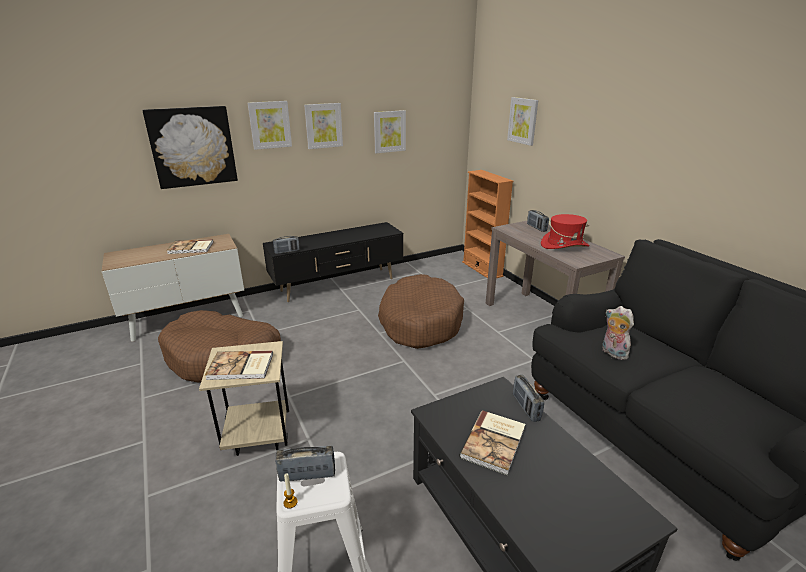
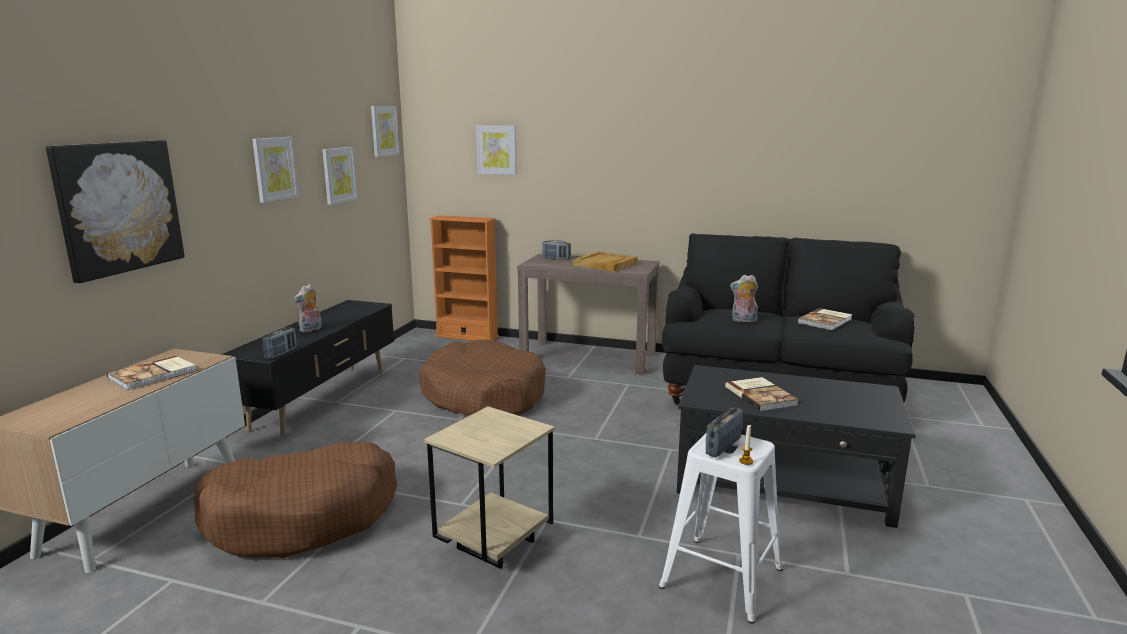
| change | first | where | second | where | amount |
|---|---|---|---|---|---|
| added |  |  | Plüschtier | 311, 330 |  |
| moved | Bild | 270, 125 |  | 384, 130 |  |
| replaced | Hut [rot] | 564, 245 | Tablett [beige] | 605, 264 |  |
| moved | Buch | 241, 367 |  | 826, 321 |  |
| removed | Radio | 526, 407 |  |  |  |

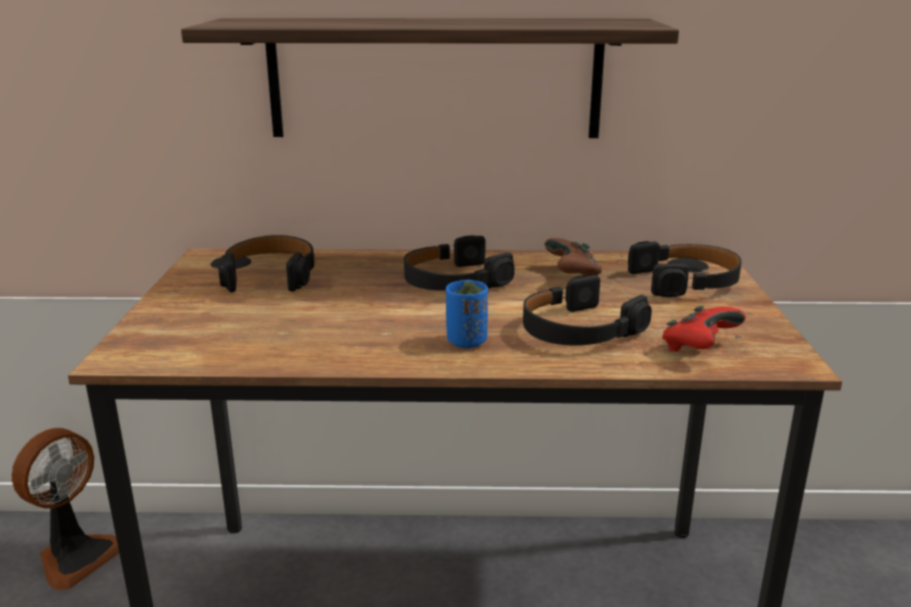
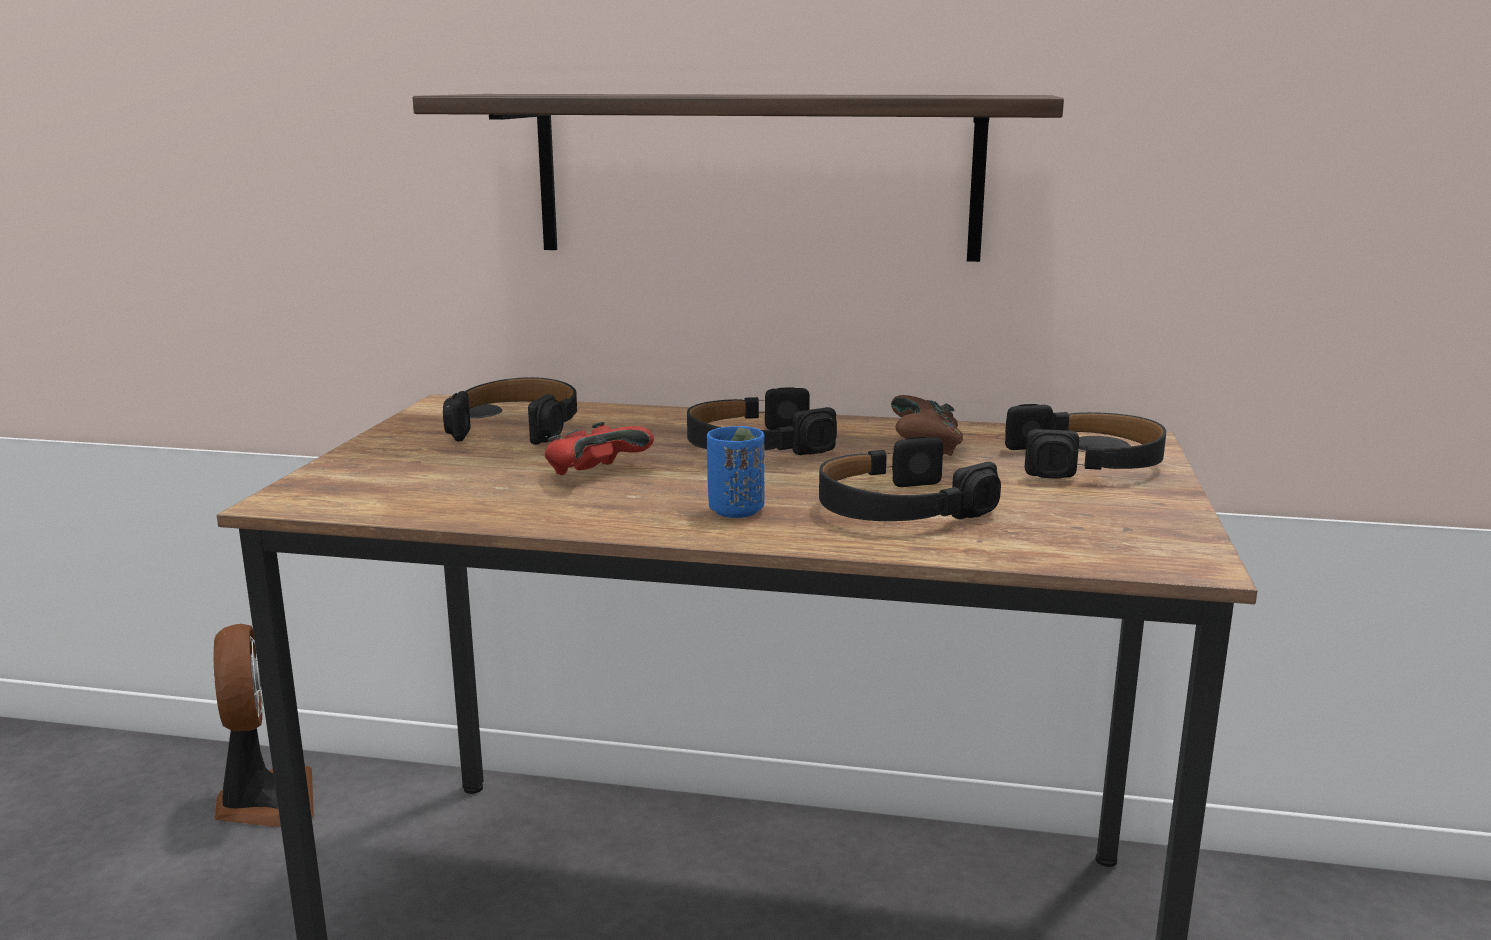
| change | first | where | second | where | amount |
|---|---|---|---|---|---|
| turned | Ventilator | 76, 557 |  | 264, 801 | 60 degrees counterclockwise |
| moved | Gamepad [rot] | 698, 348 |  | 595, 474 |  |

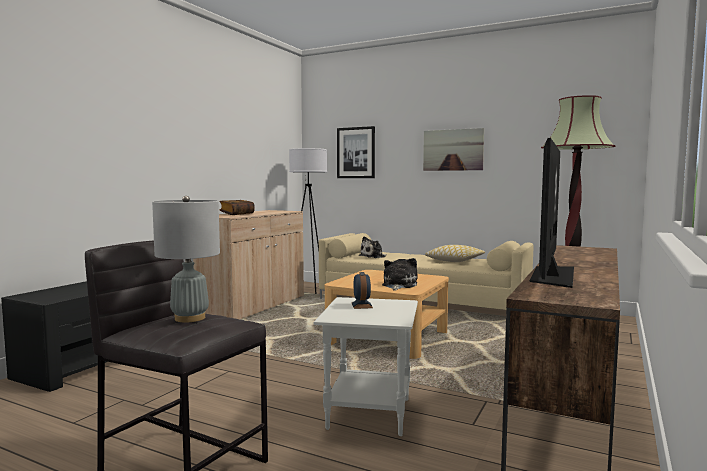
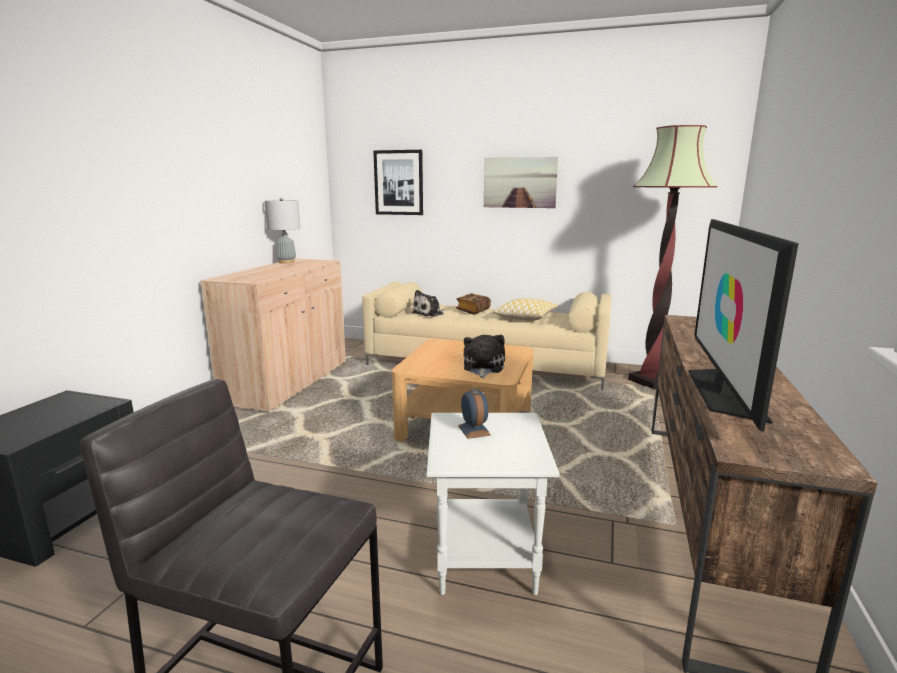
| change | first | where | second | where | amount |
|---|---|---|---|---|---|
| moved | Tischlampe [grau] | 190, 318 |  | 286, 262 |  |
| moved | Buch | 237, 214 |  | 473, 311 |  |
| removed | Stehlampe [weiß] | 309, 290 |  |  |  |

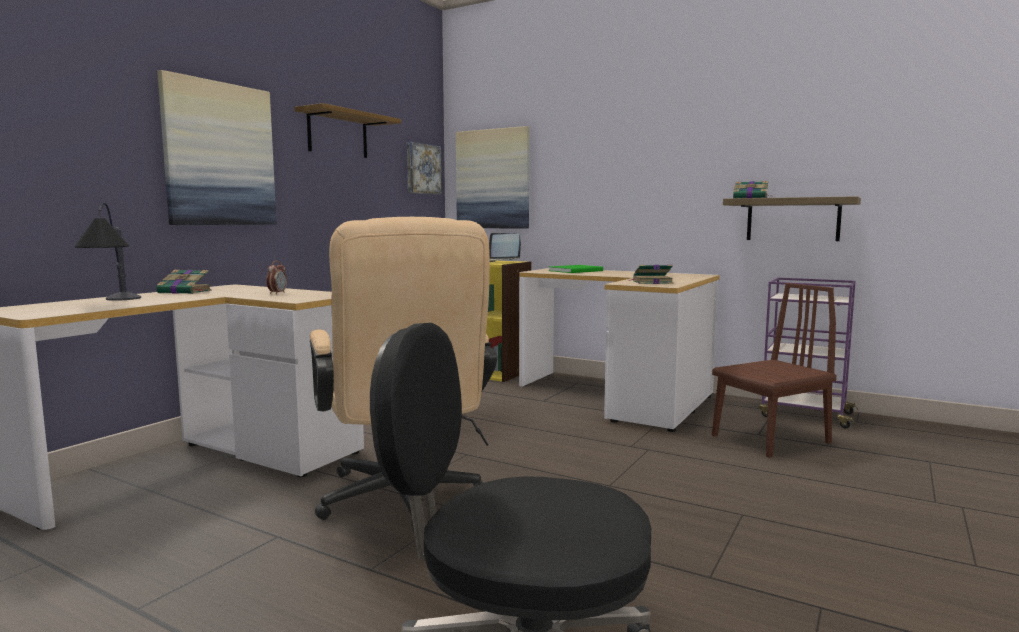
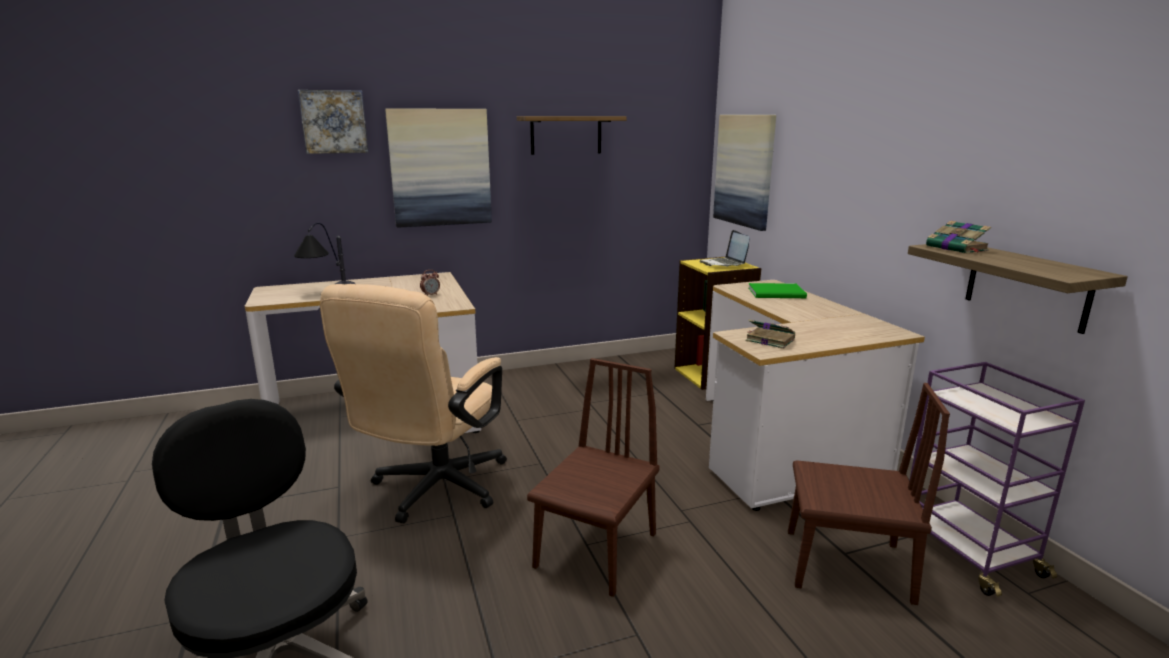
| change | first | where | second | where | amount |
|---|---|---|---|---|---|
| moved | Bild | 422, 169 |  | 334, 121 |  |
| added |  |  | Stuhl [braun] | 596, 550 |  |
| removed | Buch | 185, 292 |  |  |  |

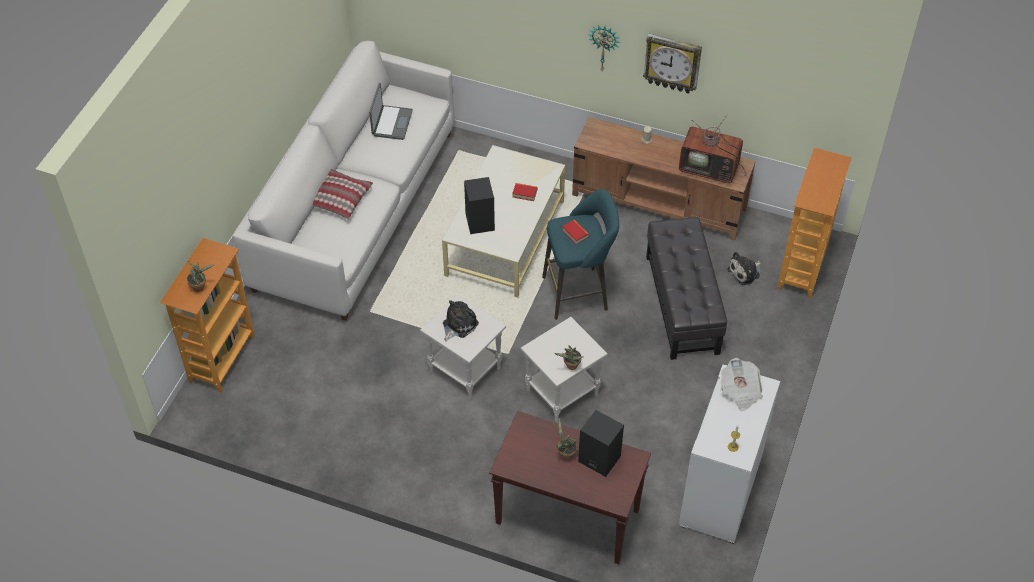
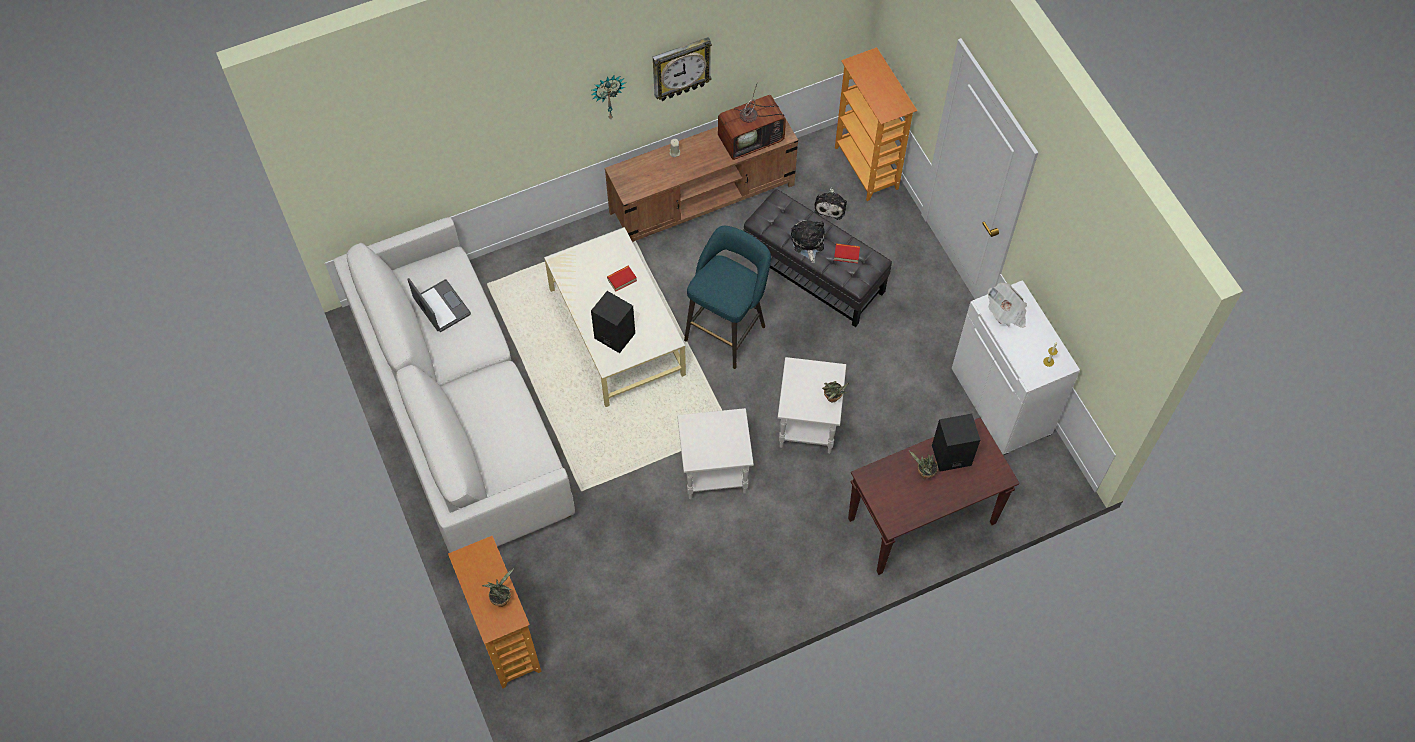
| change | first | where | second | where | amount |
|---|---|---|---|---|---|
| moved | Plüschtier | 458, 325 |  | 807, 243 |  |
| moved | Buch | 575, 233 |  | 846, 254 |  |
| removed | Kissen | 339, 199 |  |  |  |

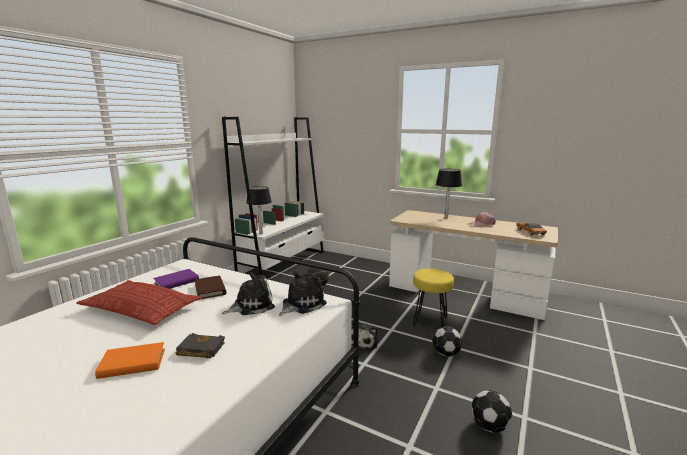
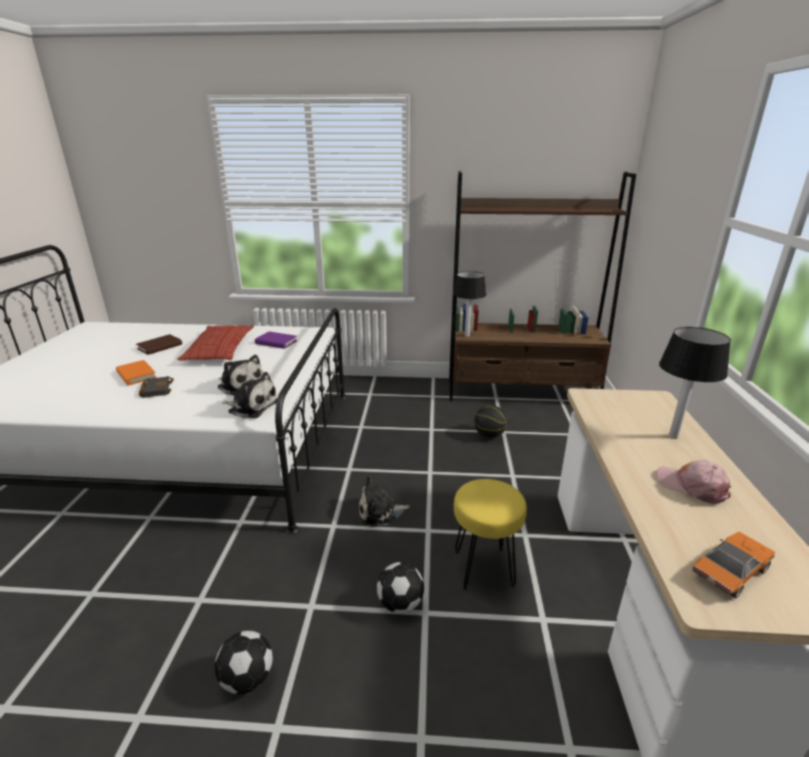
| change | first | where | second | where | amount |
|---|---|---|---|---|---|
| moved | Buch [braun] | 210, 289 |  | 160, 347 |  |
| recoloured | Bücherregal [weiß] | 283, 264 | Bücherregal [braun] | 521, 392 |  |

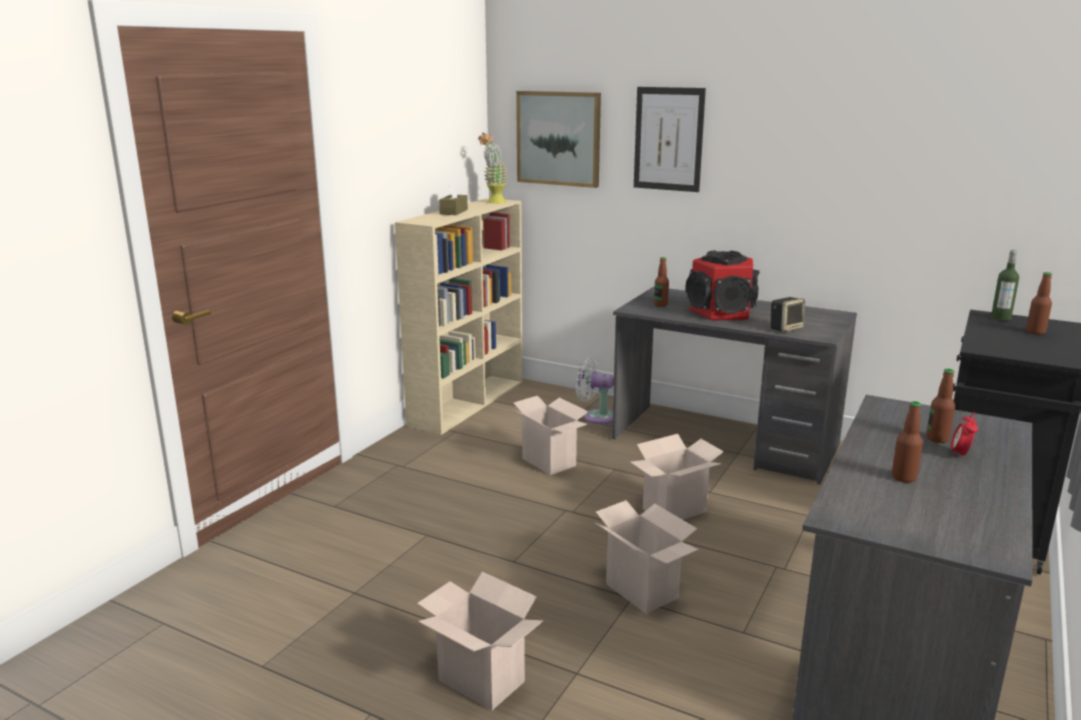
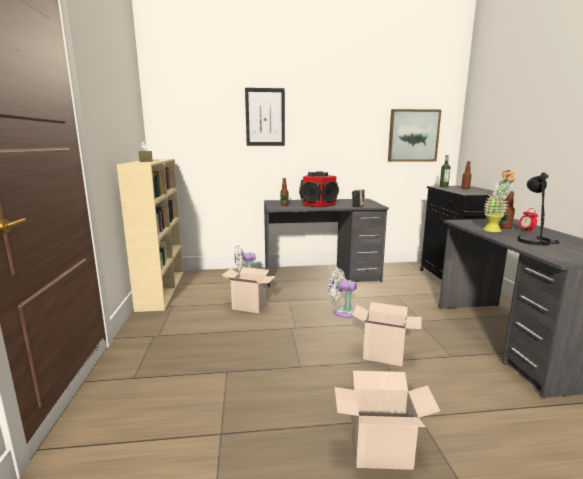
| change | first | where | second | where | amount |
|---|---|---|---|---|---|
| replaced | Karton | 673, 511 | Ventilator [weiß] | 342, 311 |  |
| moved | Bild | 559, 138 |  | 413, 135 |  |
| moved | Topfpflanze | 493, 203 |  | 494, 231 |  |
| replaced | Flasche | 903, 477 | Tischlampe [schwarz] | 535, 241 |  |

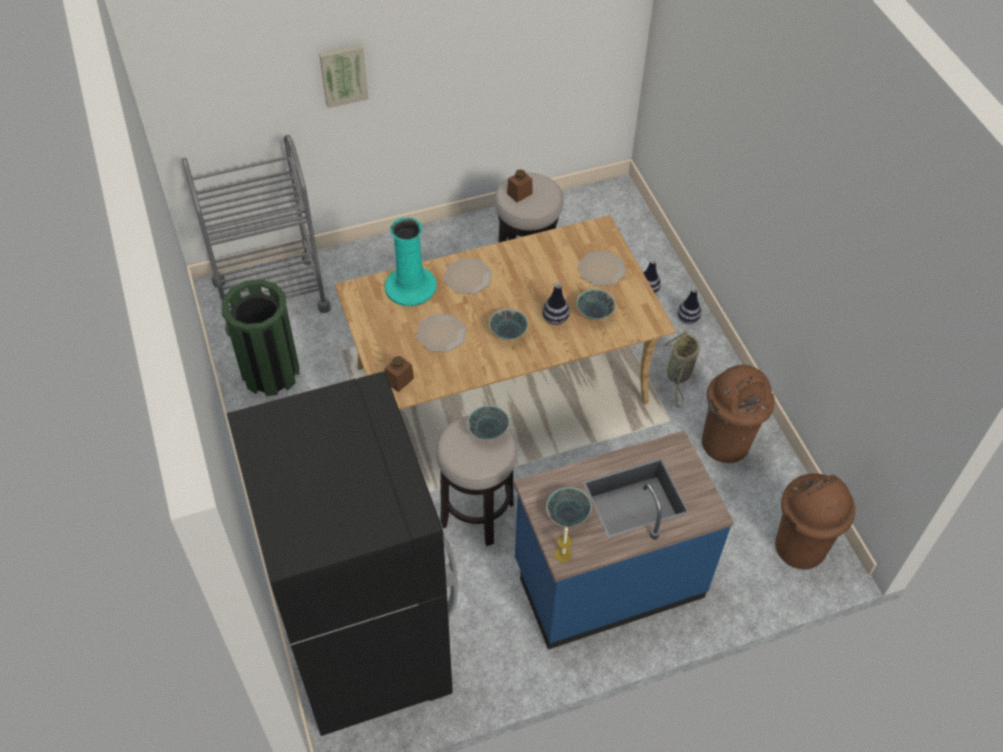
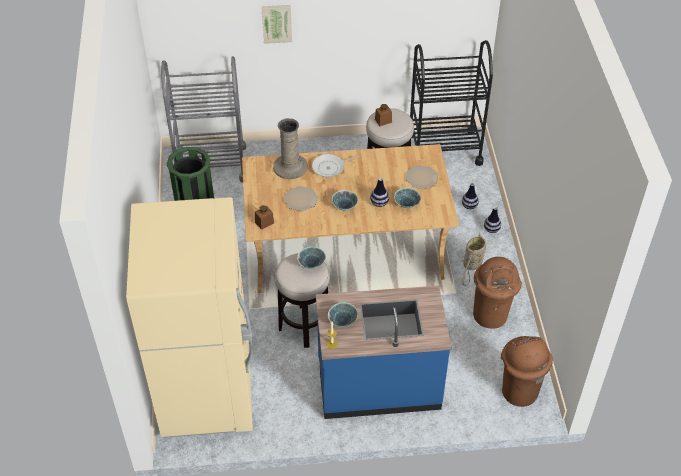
| change | first | where | second | where | amount |
|---|---|---|---|---|---|
| recoloured | Kühlschrank [schwarz] | 366, 644 | Kühlschrank [beige] | 207, 391 |  |
| recoloured | Vase [türkis] | 410, 286 | Vase [beige] | 290, 167 |  |
| replaced | Teller | 468, 277 | Pfanne | 330, 167 |  |
| added |  |  | Rollwagen [schwarz] | 444, 149 |  |

